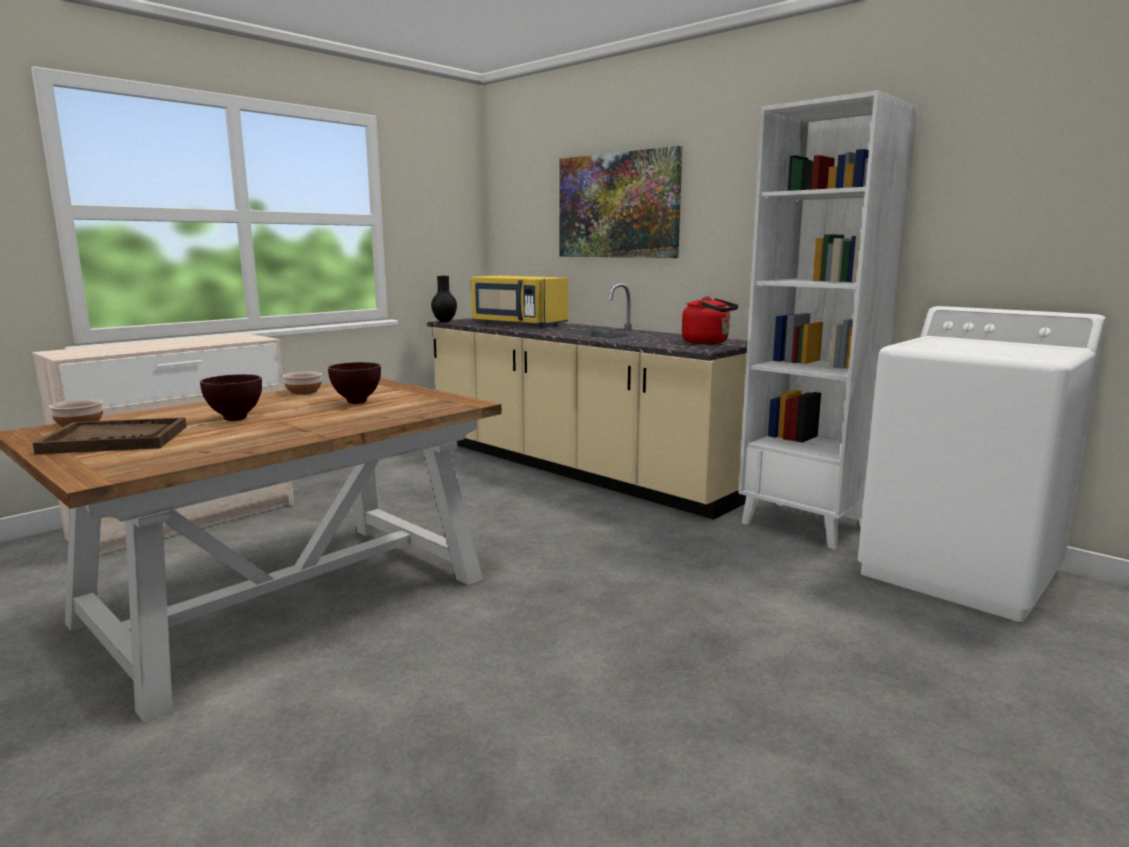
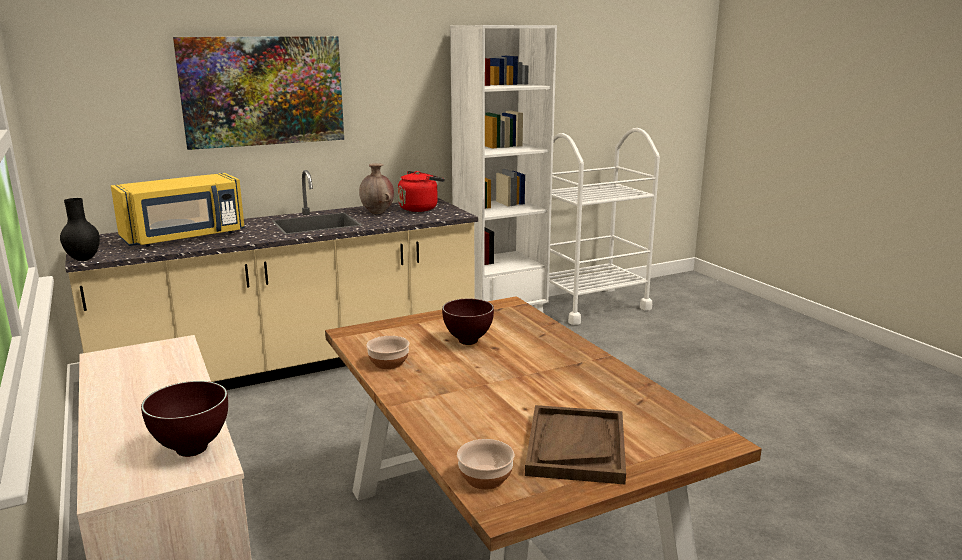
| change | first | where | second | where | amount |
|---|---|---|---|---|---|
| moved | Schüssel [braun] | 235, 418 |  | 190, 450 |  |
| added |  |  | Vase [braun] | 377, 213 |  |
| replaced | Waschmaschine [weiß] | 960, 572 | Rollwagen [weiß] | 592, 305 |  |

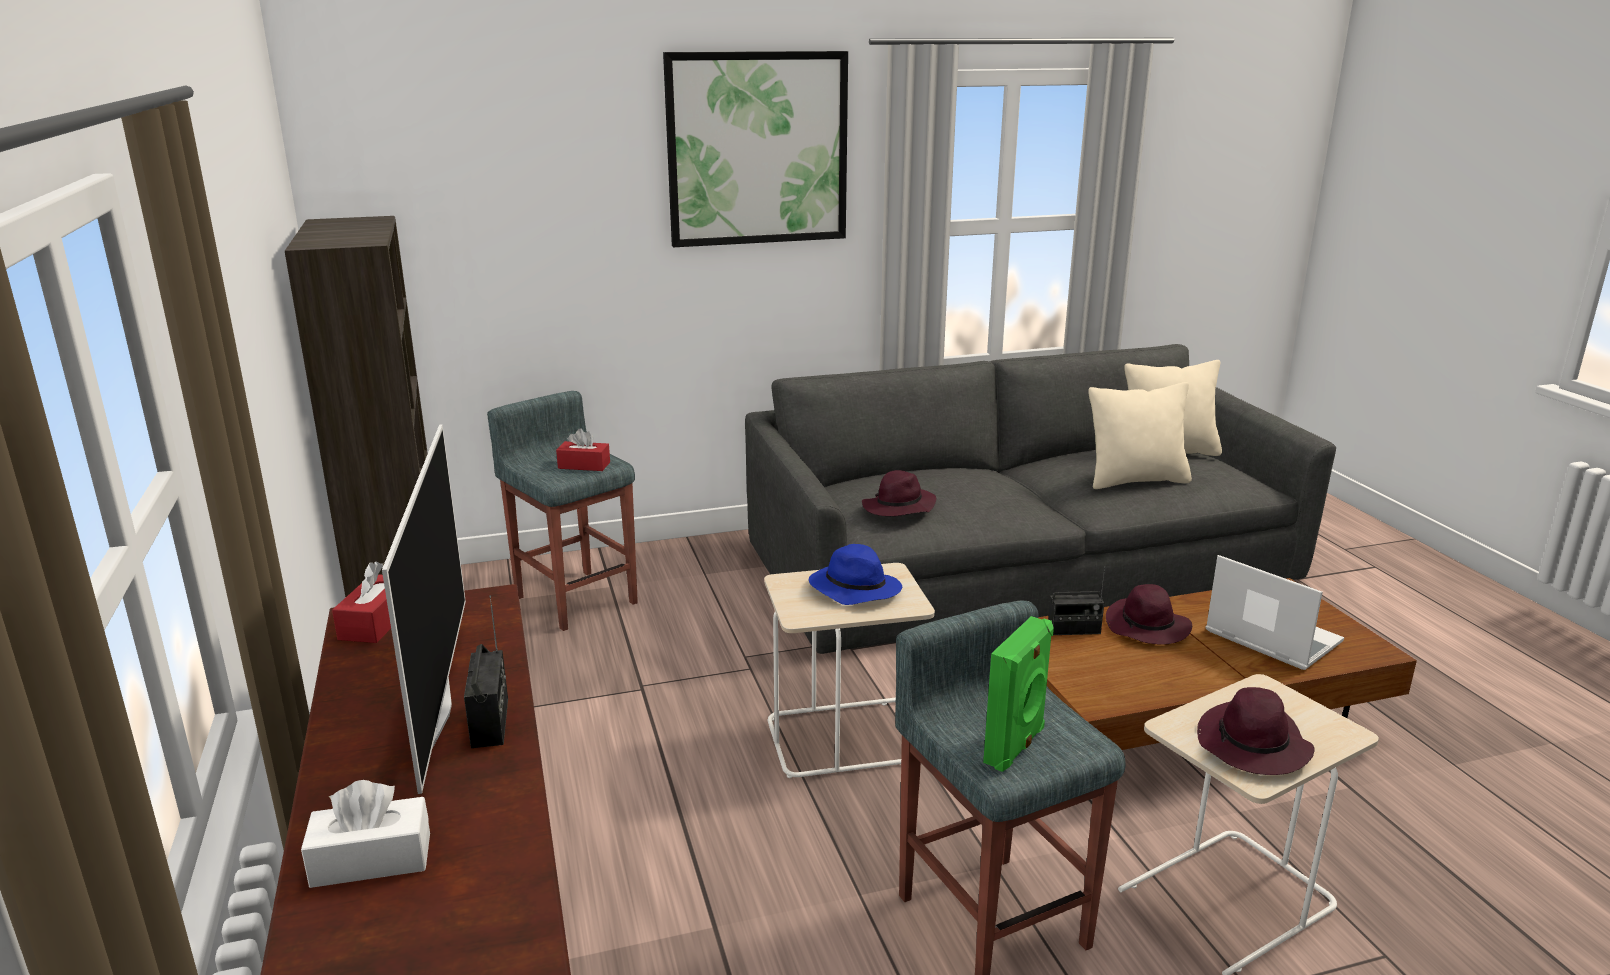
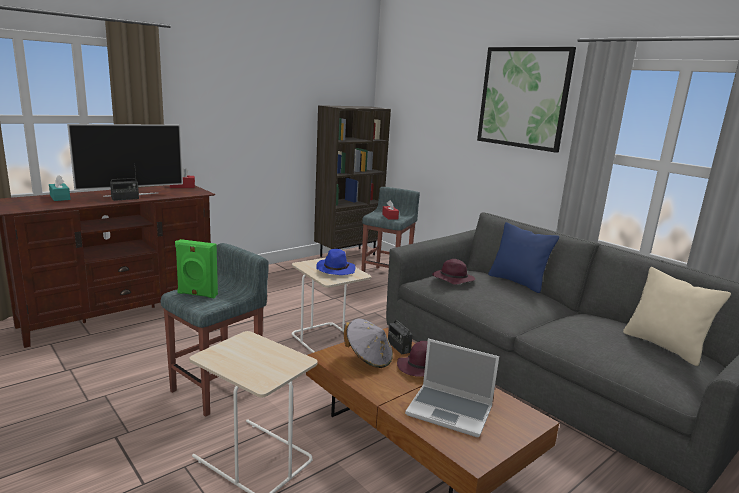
| change | first | where | second | where | amount |
|---|---|---|---|---|---|
| recoloured | Taschentuchbox [weiß] | 371, 860 | Taschentuchbox [türkis] | 60, 197 |  |
| added |  |  | Hut [grau] | 368, 358 |  |
| turned | Laptop | 1270, 637 |  | 450, 411 | 90 degrees clockwise |
| added |  |  | Kissen [blau] | 517, 282 |  |
| removed | Kissen [beige] | 1136, 480 |  |  |  |
| removed | Hut [lila] | 1253, 746 |  |  |  |

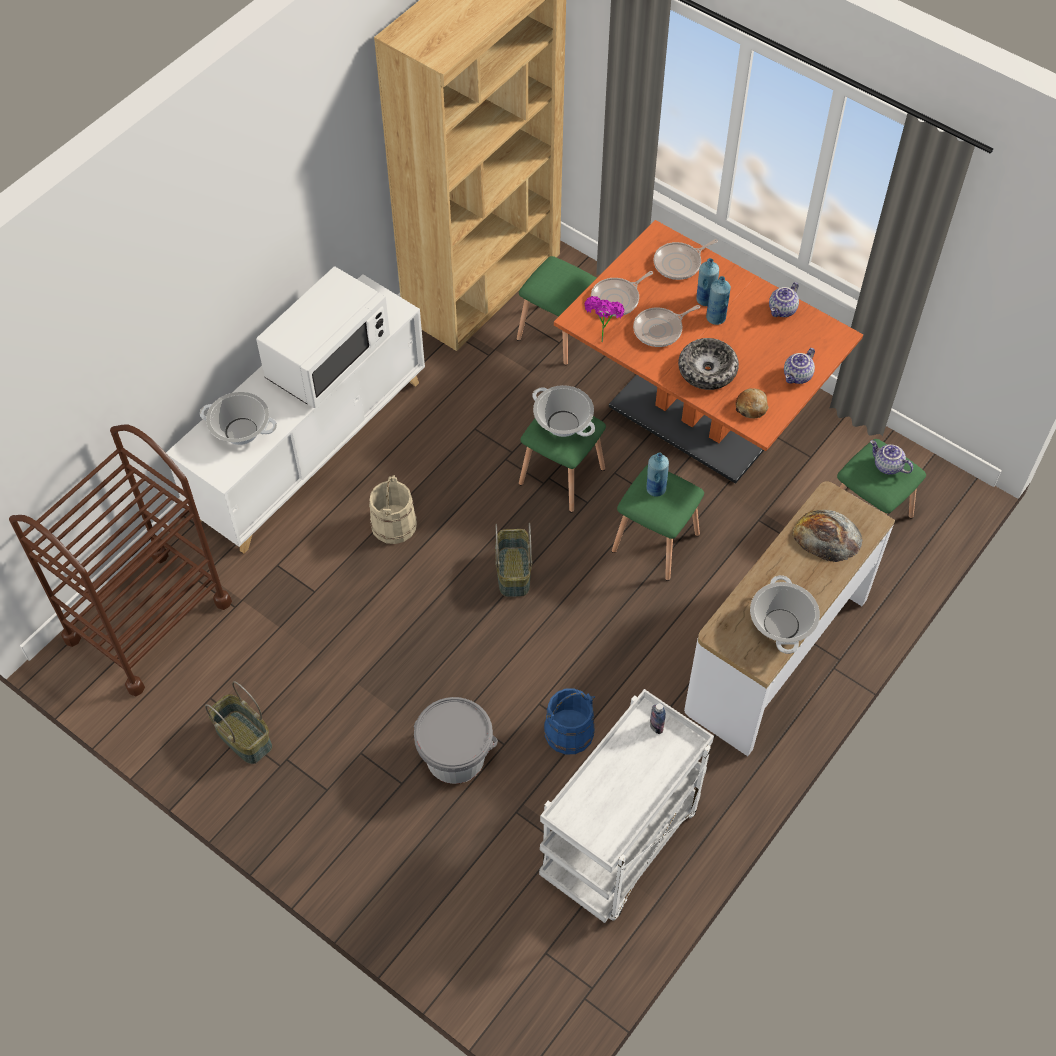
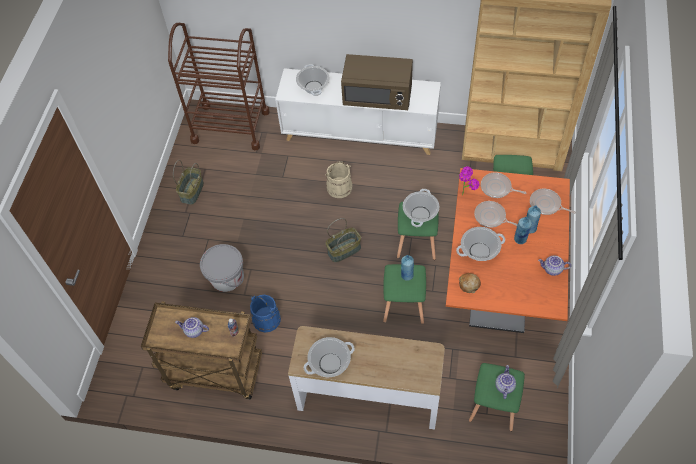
| change | first | where | second | where | amount |
|---|---|---|---|---|---|
| recoloured | Rollwagen [weiß] | 620, 847 | Rollwagen [braun] | 214, 373 |  |
| moved | Teekanne | 798, 376 |  | 194, 331 |  |
| recoloured | Mikrowelle [weiß] | 328, 359 | Mikrowelle [braun] | 378, 96 |  |
| replaced | Schüssel | 707, 370 | Kochtopf | 479, 251 |  |
| removed | Brot | 827, 536 |  |  |  |

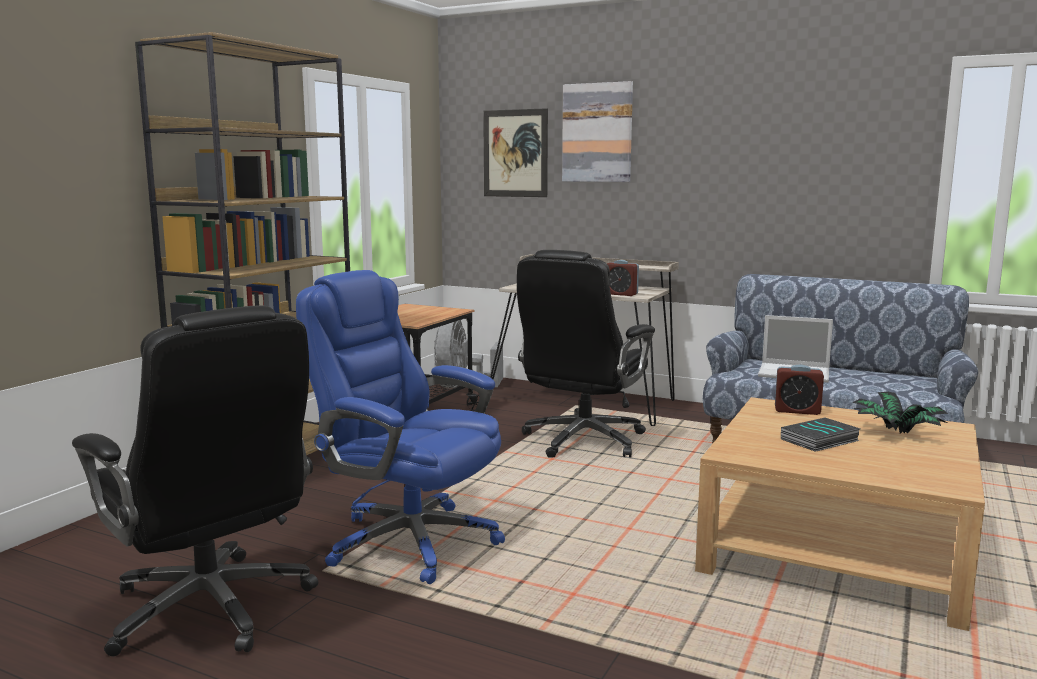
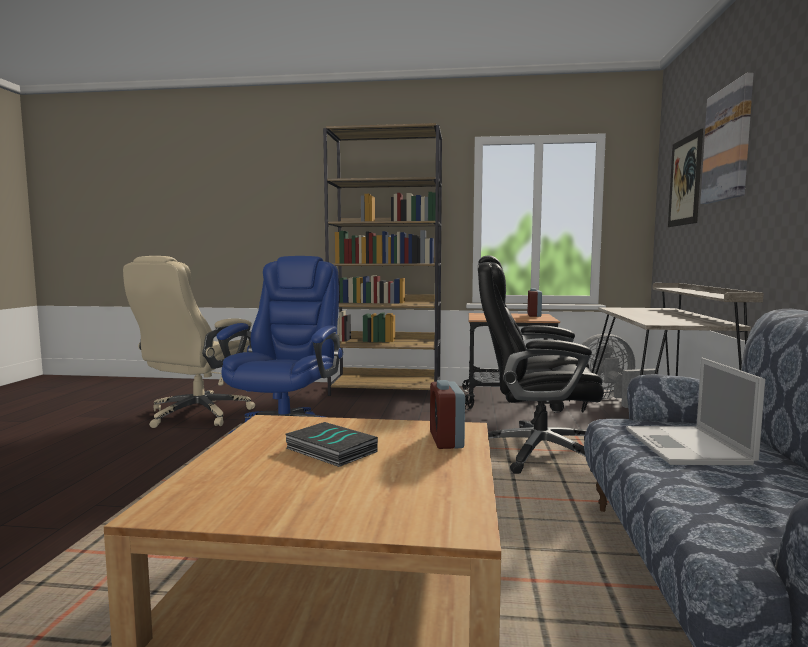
| change | first | where | second | where | amount |
|---|---|---|---|---|---|
| recoloured | Bürostuhl [schwarz] | 212, 609 | Bürostuhl [beige] | 196, 415 |  |
| moved | Wecker | 621, 294 |  | 534, 315 |  |
| removed | Topfpflanze | 896, 433 |  |  |  |

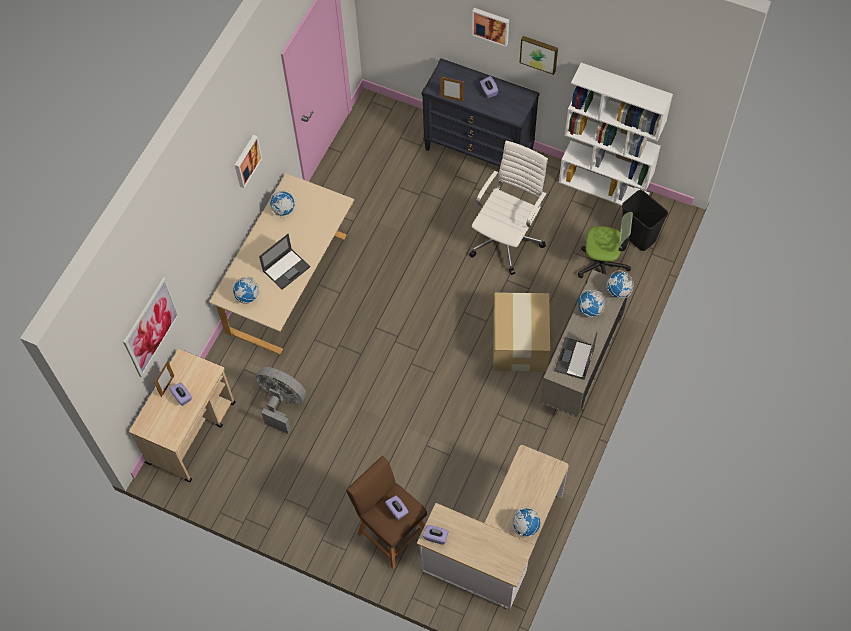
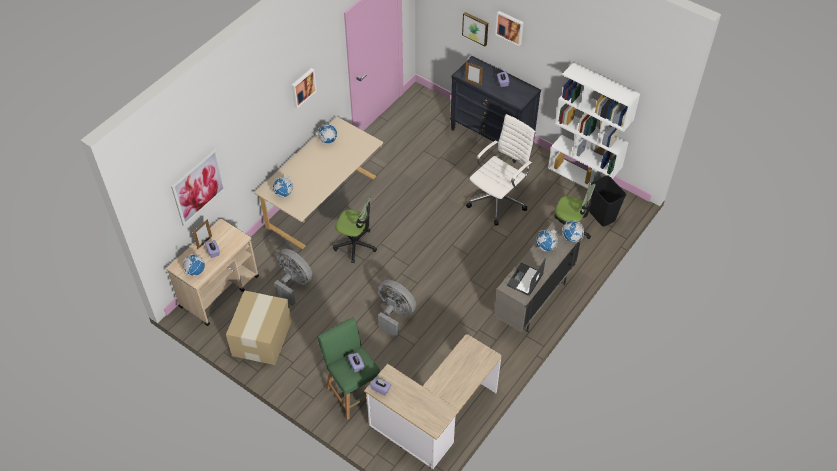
| change | first | where | second | where | amount |
|---|---|---|---|---|---|
| moved | Globus | 525, 526 |  | 195, 271 |  |
| moved | Karton | 519, 343 |  | 261, 339 |  |
| recoloured | Hocker [braun] | 390, 531 | Hocker [grün] | 352, 391 |  |
| added |  |  | Bürostuhl | 355, 245 |  |
| added |  |  | Ventilator [grau] | 395, 314 |  |
| moved | Bild | 539, 53 |  | 476, 28 |  |
| removed | Laptop | 286, 268 |  |  |  |

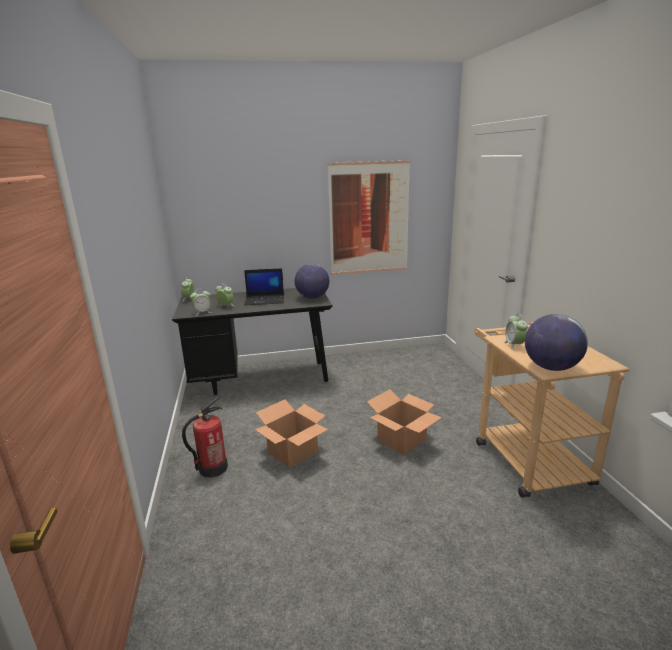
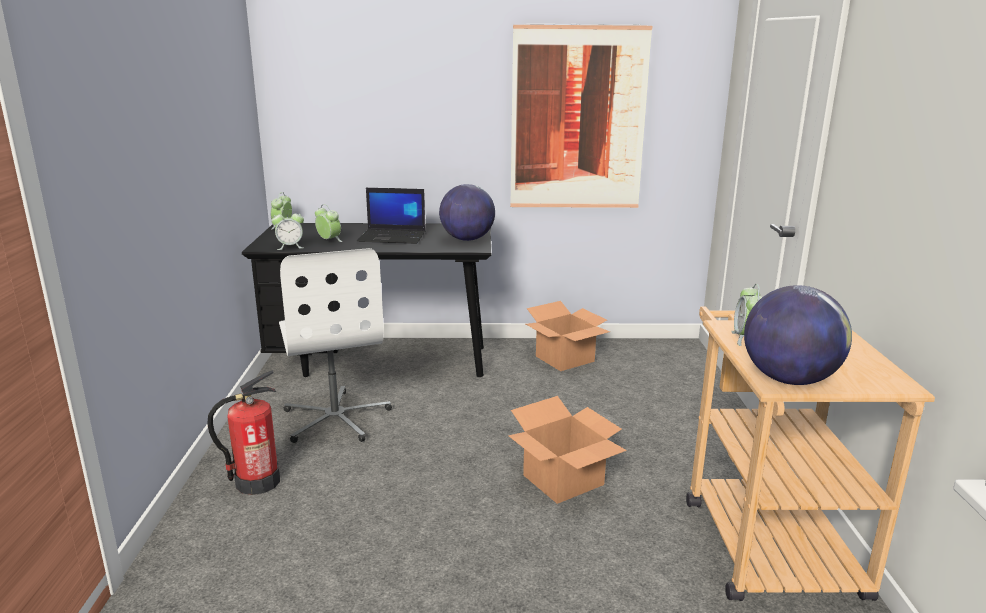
| change | first | where | second | where | amount |
|---|---|---|---|---|---|
| added |  |  | Bürostuhl [weiß] | 336, 418 |  |
| moved | Karton | 293, 451 |  | 565, 358 |  |

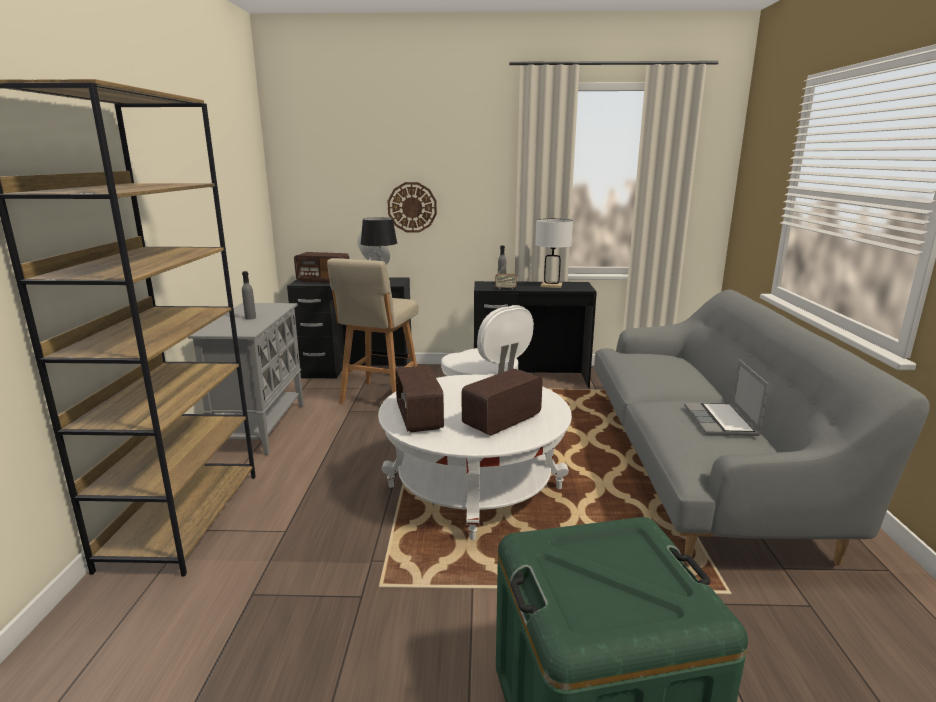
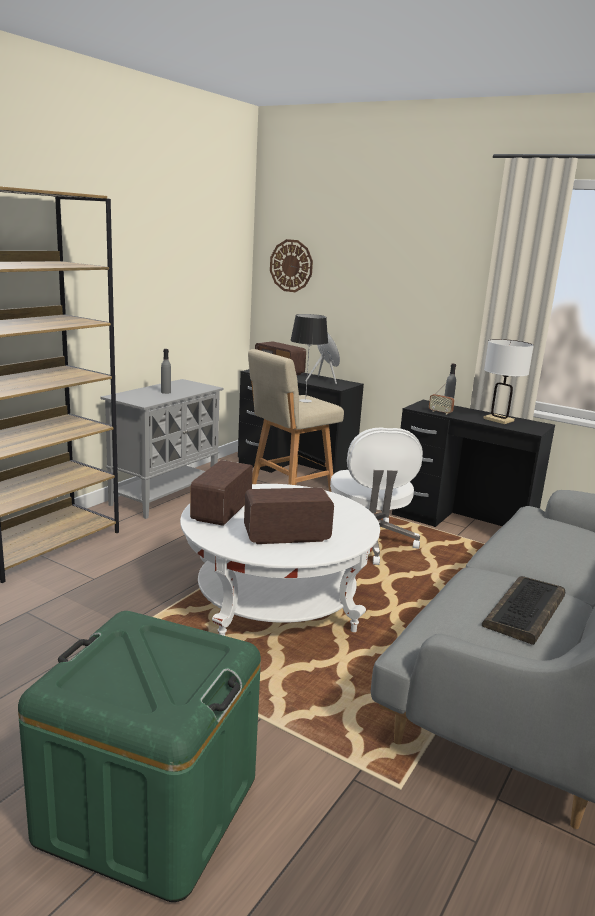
| change | first | where | second | where | amount |
|---|---|---|---|---|---|
| moved | Wanduhr | 412, 207 |  | 291, 266 |  |
| replaced | Laptop | 721, 421 | Tastatur | 525, 611 |  |

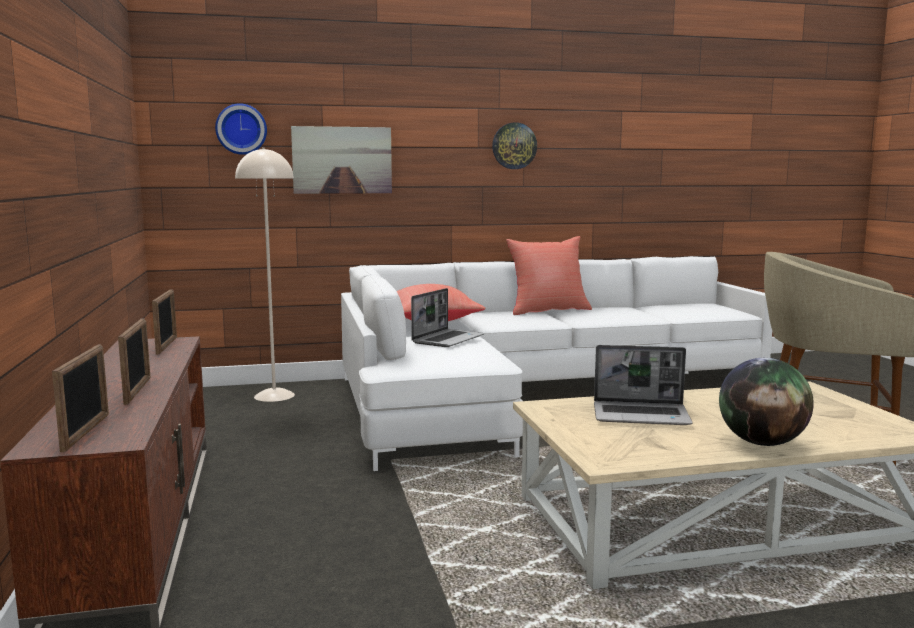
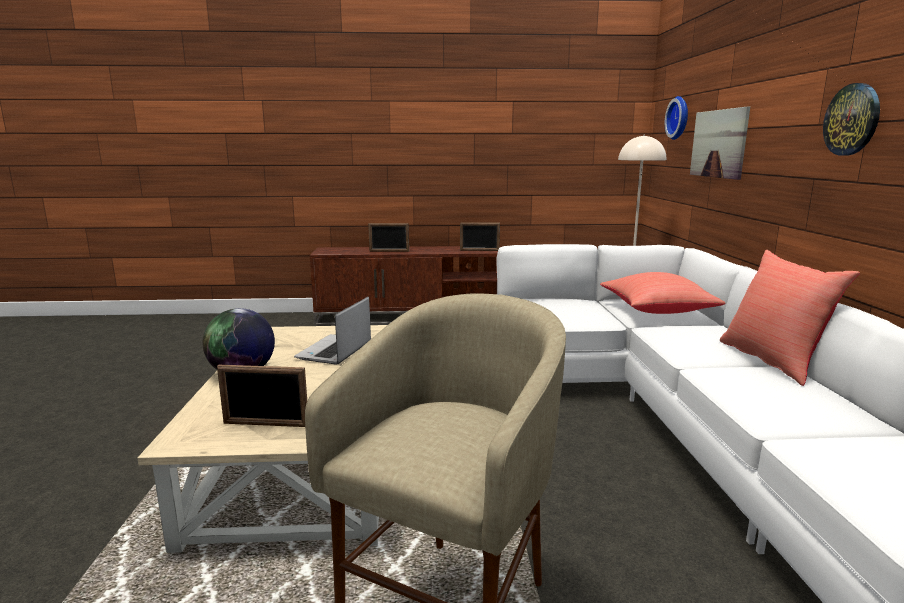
| change | first | where | second | where | amount |
|---|---|---|---|---|---|
| moved | Bilderrahmen | 86, 432 |  | 266, 424 |  |
| removed | Laptop | 448, 339 |  |  |  |

